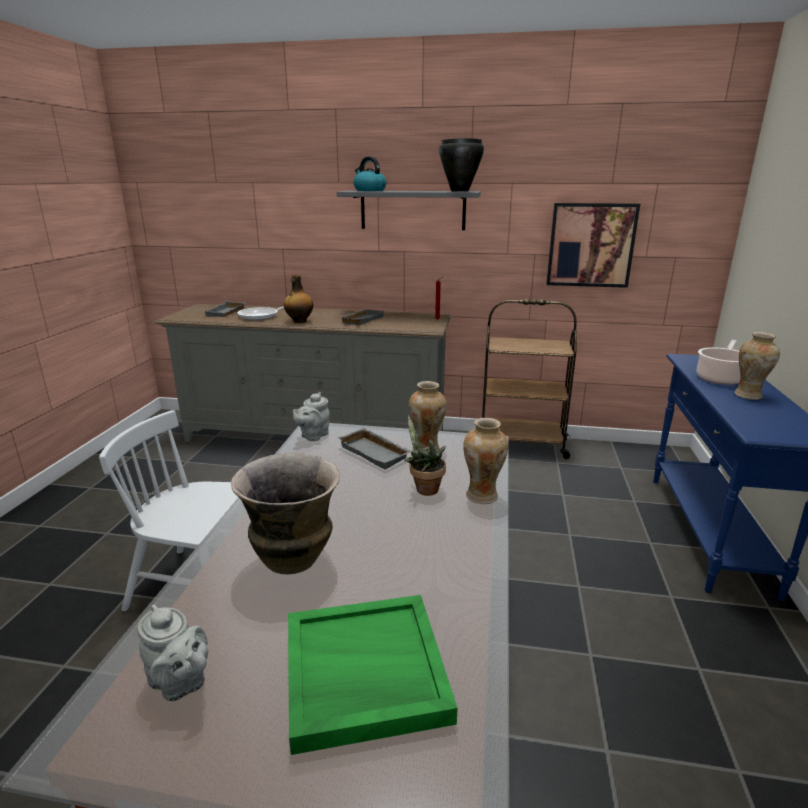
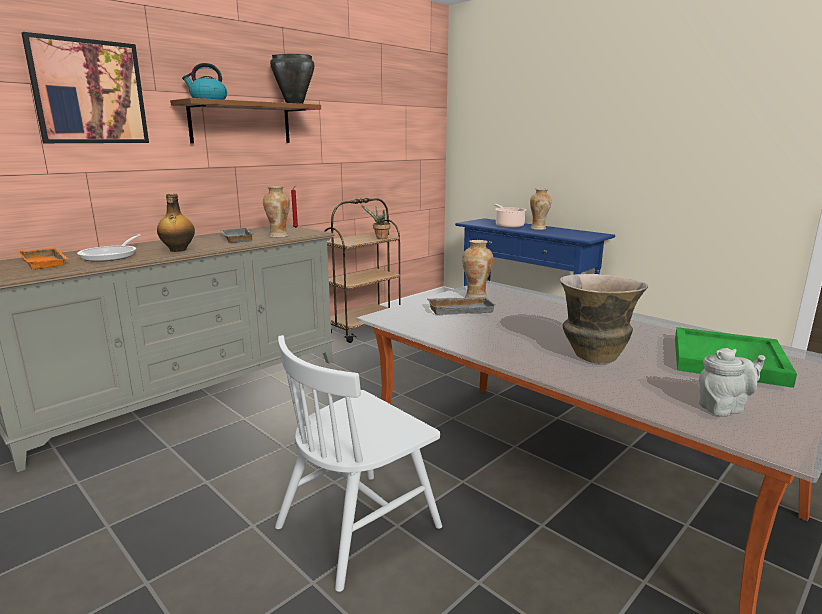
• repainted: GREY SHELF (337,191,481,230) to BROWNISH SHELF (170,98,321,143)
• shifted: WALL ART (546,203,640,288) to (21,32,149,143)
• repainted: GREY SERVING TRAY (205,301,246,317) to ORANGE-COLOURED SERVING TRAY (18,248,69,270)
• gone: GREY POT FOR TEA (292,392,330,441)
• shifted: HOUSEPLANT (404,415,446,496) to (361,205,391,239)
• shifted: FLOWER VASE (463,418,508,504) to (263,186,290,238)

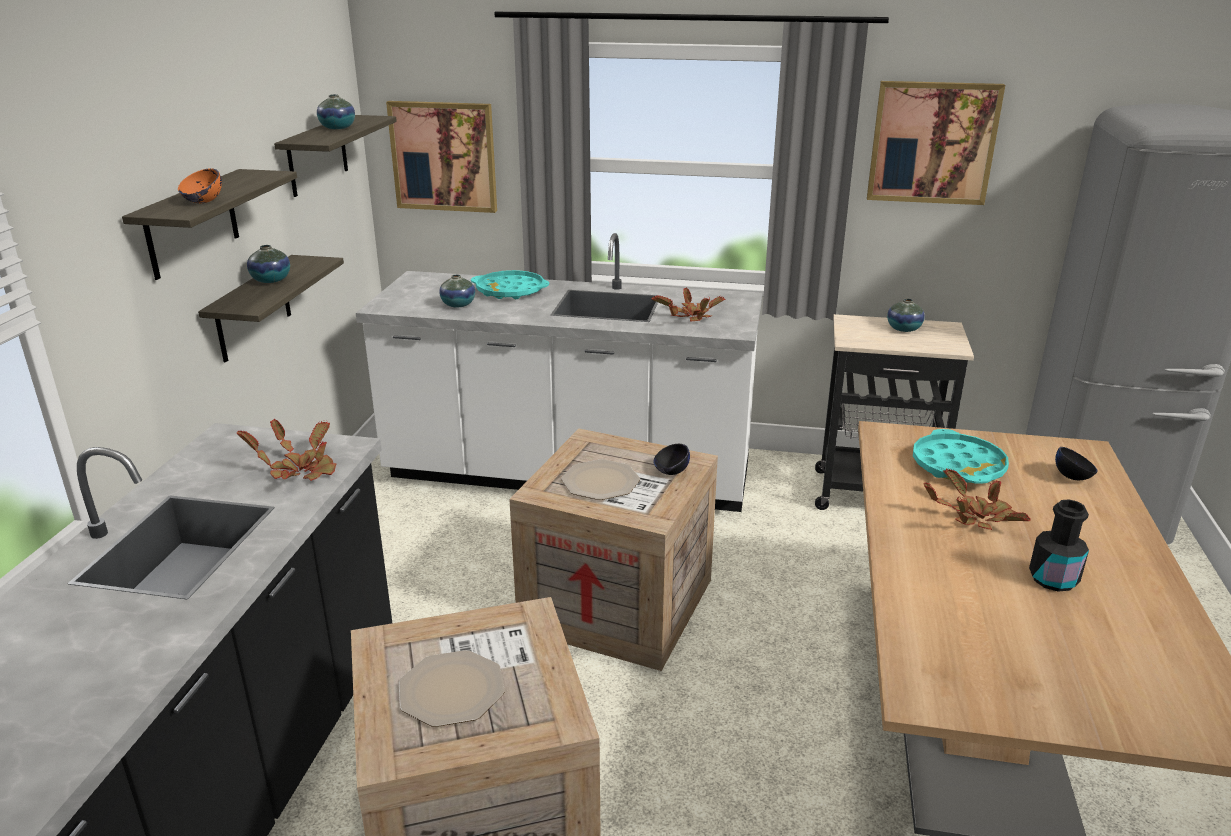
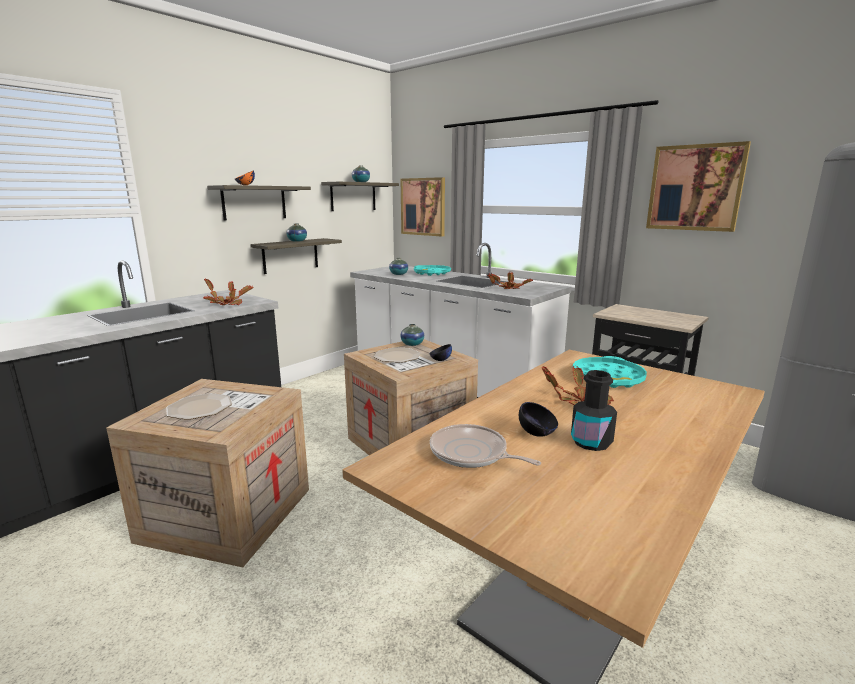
• shifted: FLOWER VASE (887,299,925,332) to (400,324,424,346)
• shifted: BLACK-COLOURED SERVING BOWL (1055,447,1098,480) to (519,402,558,437)
• new: PAN (430,424,541,468)

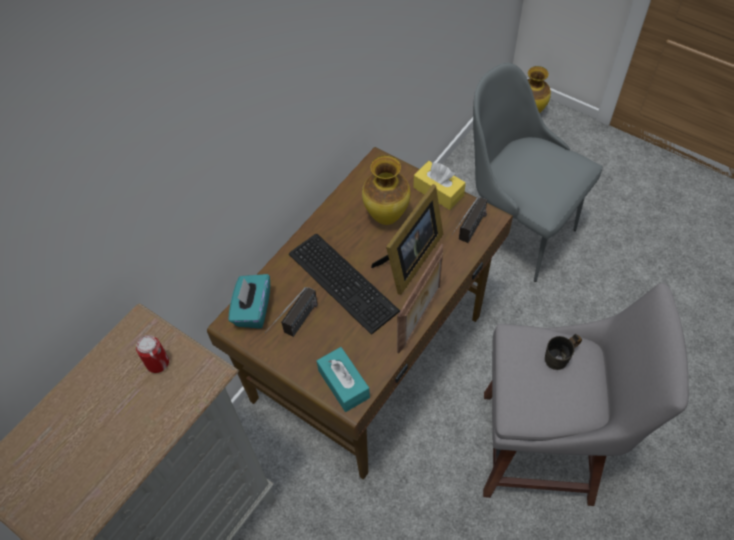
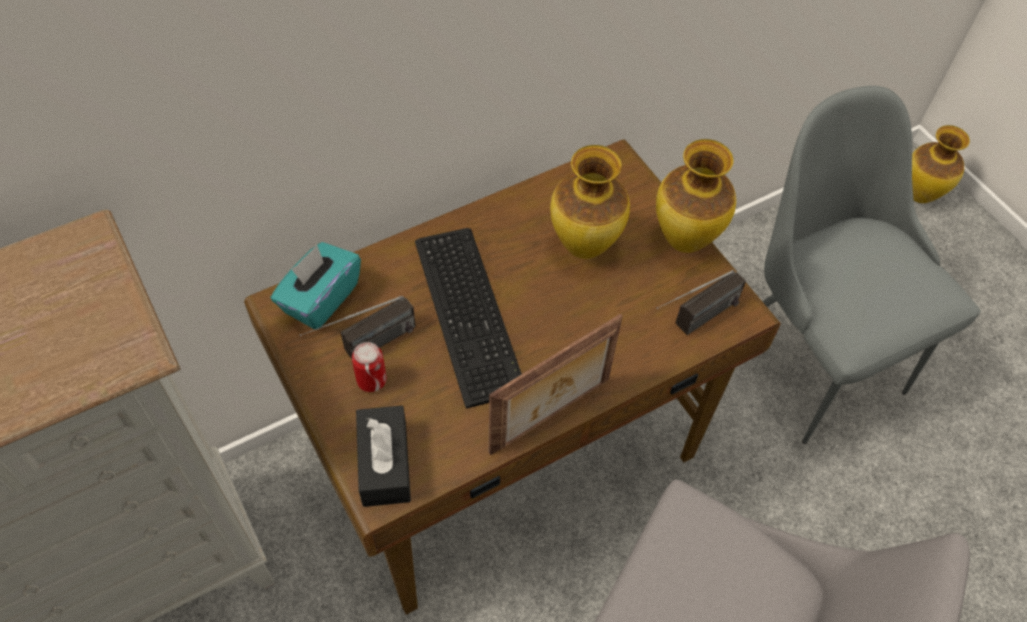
• swapped: YELLOW TISSUE HOLDER (414,161,466,210) to FLOWER VASE (656,139,736,253)
• gone: PHOTO FRAME (371,184,443,295)
• gone: GREY MUG (545,334,582,370)
• shifted: SEALED CAN (136,335,169,373) to (352,342,387,392)
• repainted: TURQUOISE TISSUE HOLDER (317,347,370,412) to BLACK-COLOURED TISSUE HOLDER (356,406,411,507)

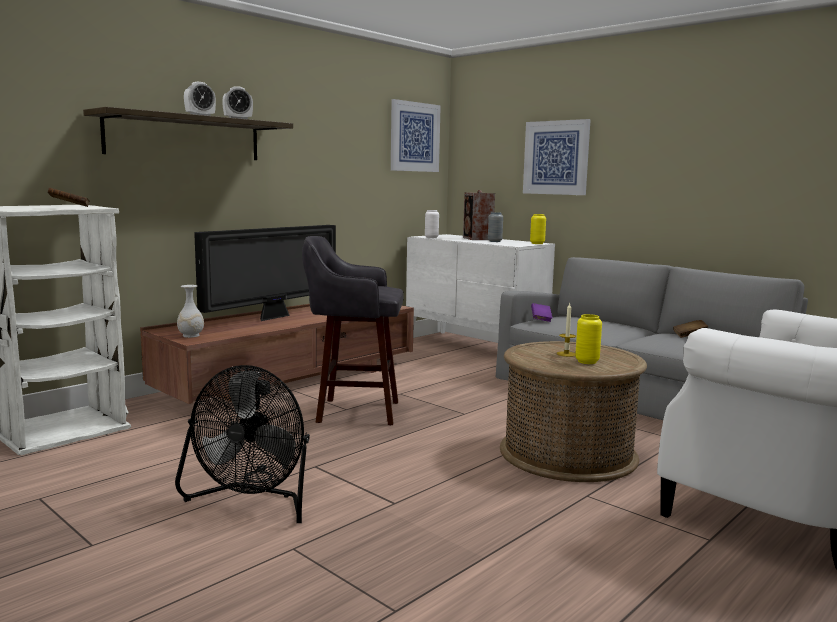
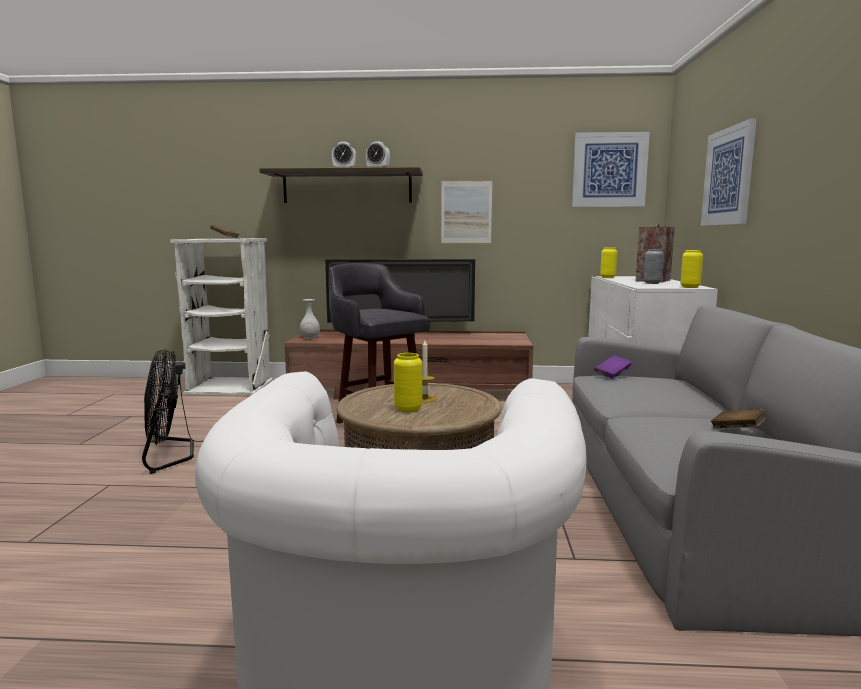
• repainted: WHITE FLOWER VASE (425,210,439,238) to YELLOW FLOWER VASE (600,247,617,278)
• new: WALL ART (441,180,492,244)

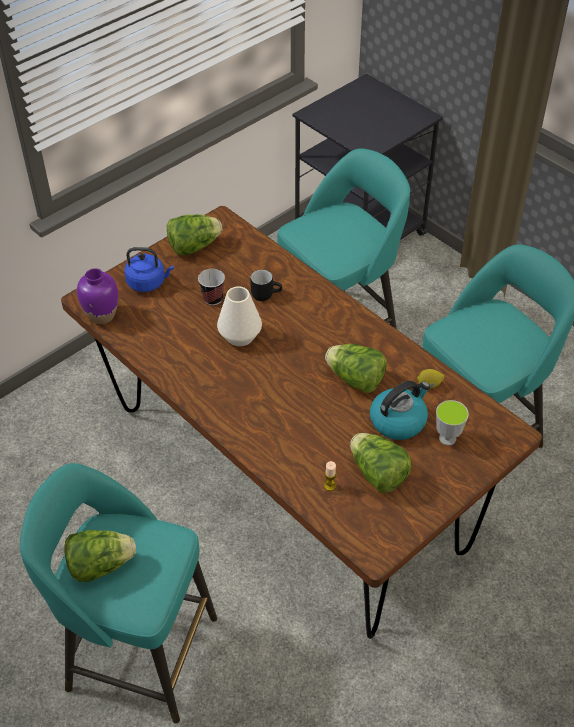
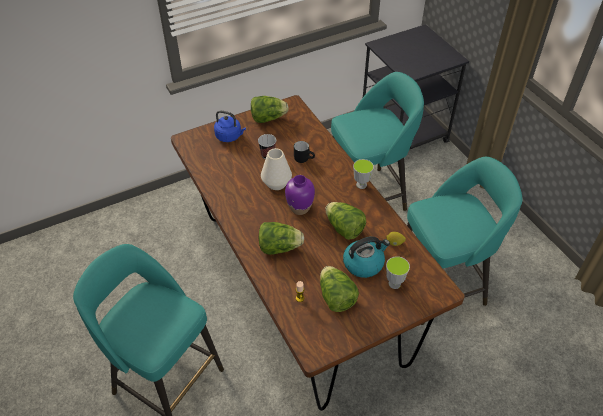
• shifted: PURPLE-COLOURED FLOWER VASE (77,268,118,324) to (285,175,315,215)
• shifted: LETTUCE (64,530,136,582) to (259,222,304,255)
• new: CUP (353,159,374,189)

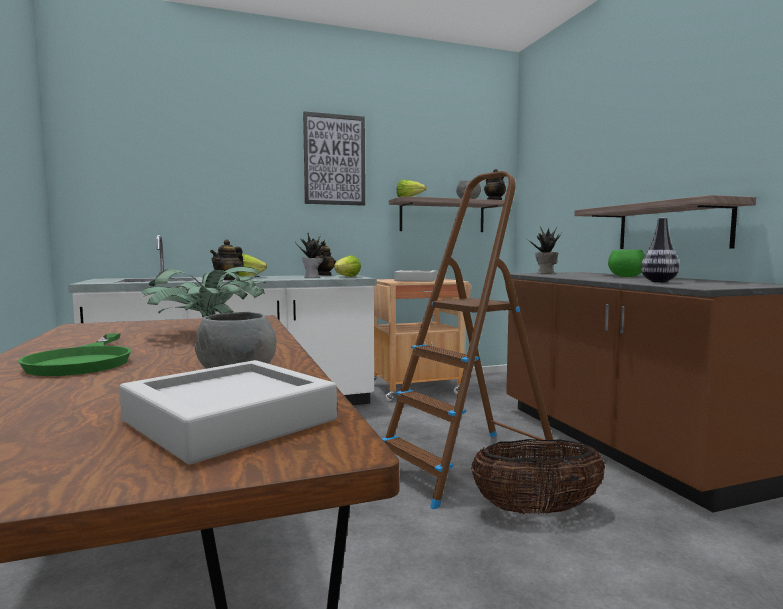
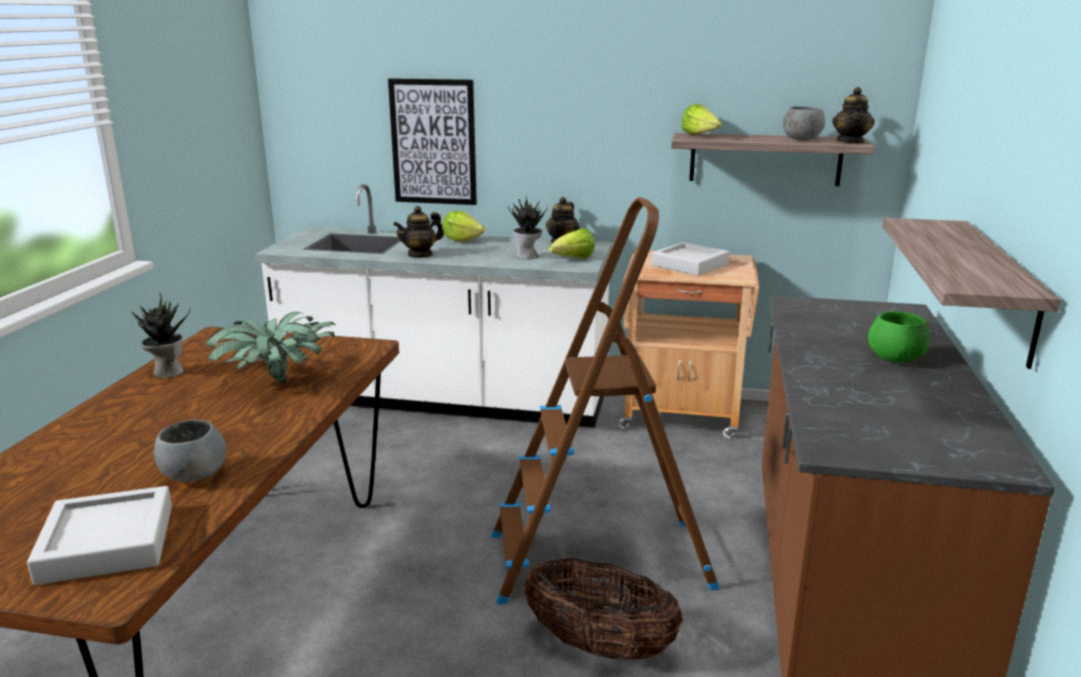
• shifted: WALL ART (303,111,365,206) to (388,78,477,205)
• gone: FLOWER VASE (641,218,680,282)
• shifted: HOUSEPLANT (527,226,562,274) to (131,293,190,378)
• gone: GREEN PAN (18,333,131,376)

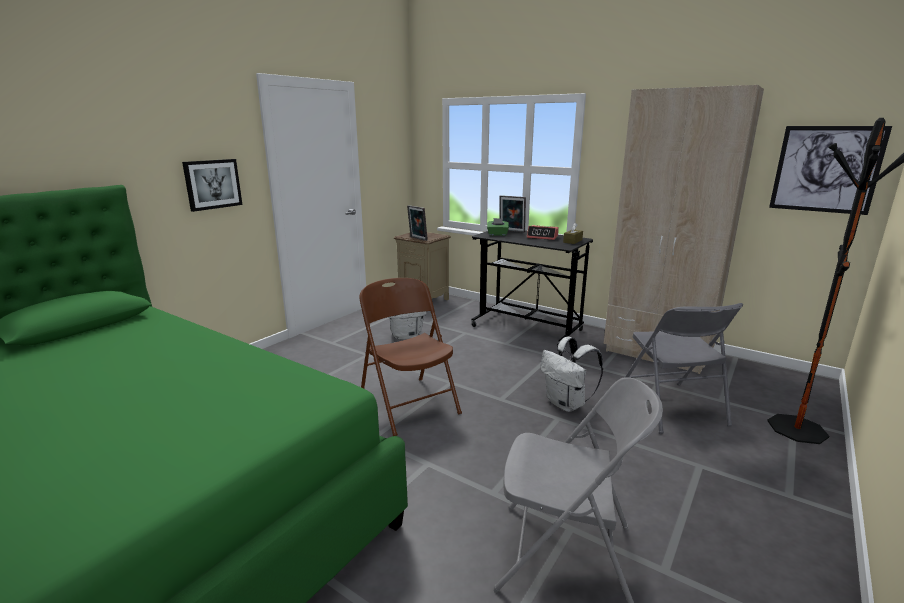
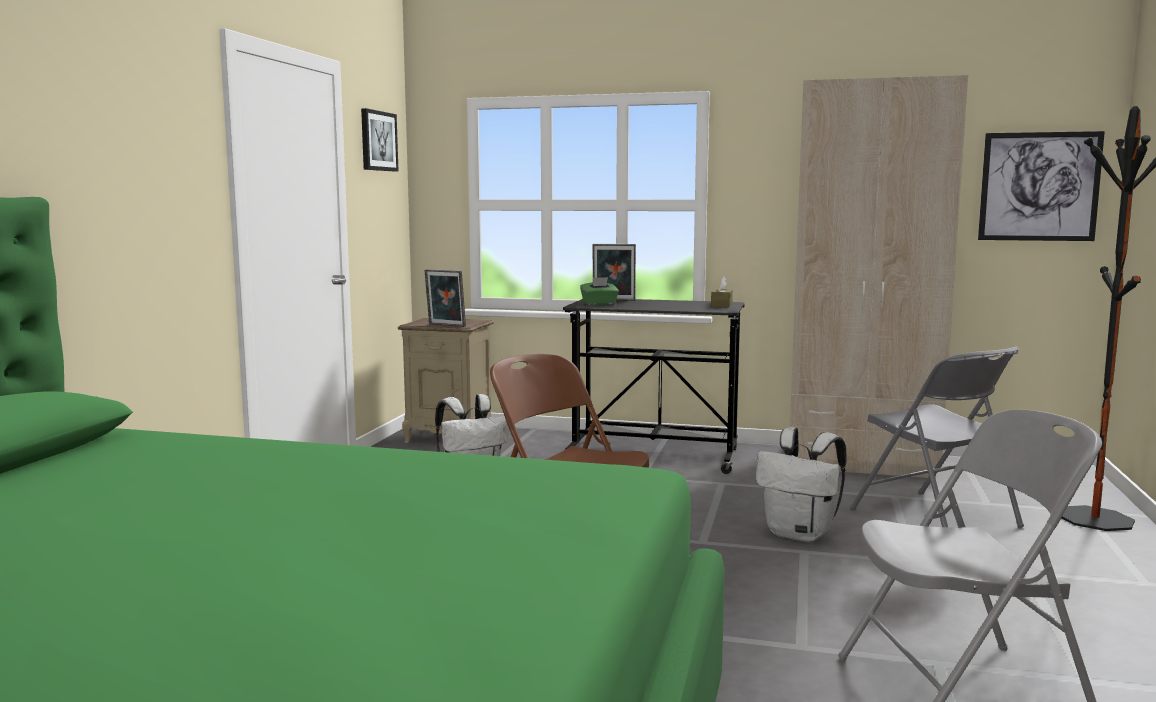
• shifted: WALL ART (182,159,242,212) to (361,108,399,171)
• gone: ALARM CLOCK (527,225,559,240)

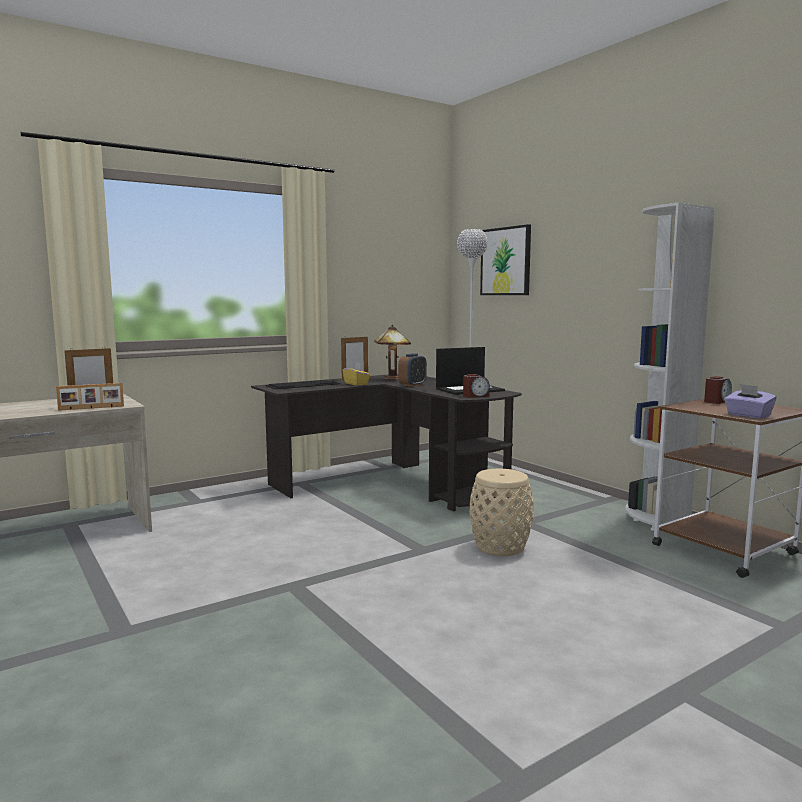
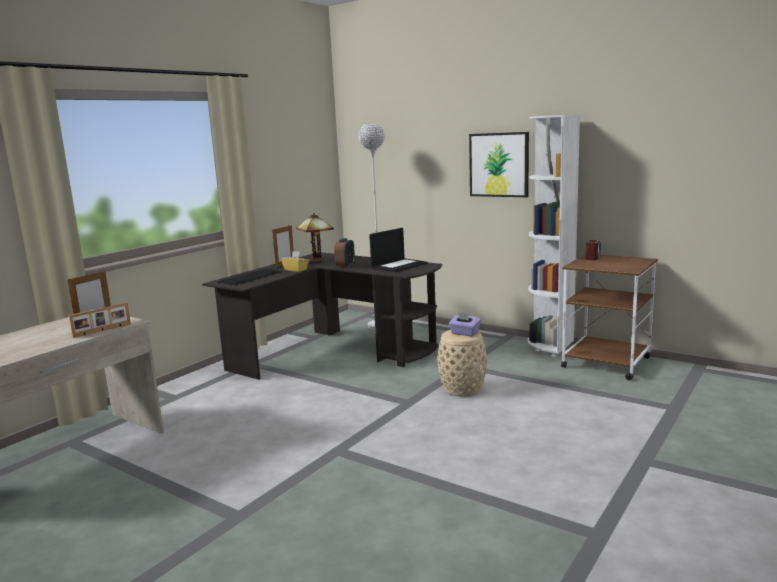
• shifted: WALL ART (480,224,531,295) to (469,132,529,197)
• gone: ALARM CLOCK (463,374,490,398)
• shifted: PURPLE-COLOURED TISSUE HOLDER (724,384,777,419) to (449,313,481,337)

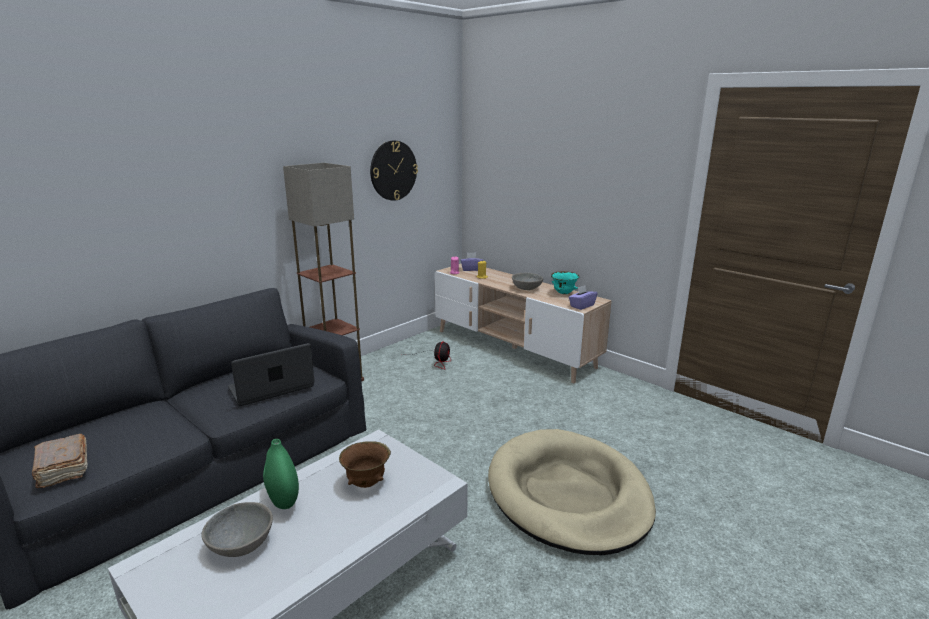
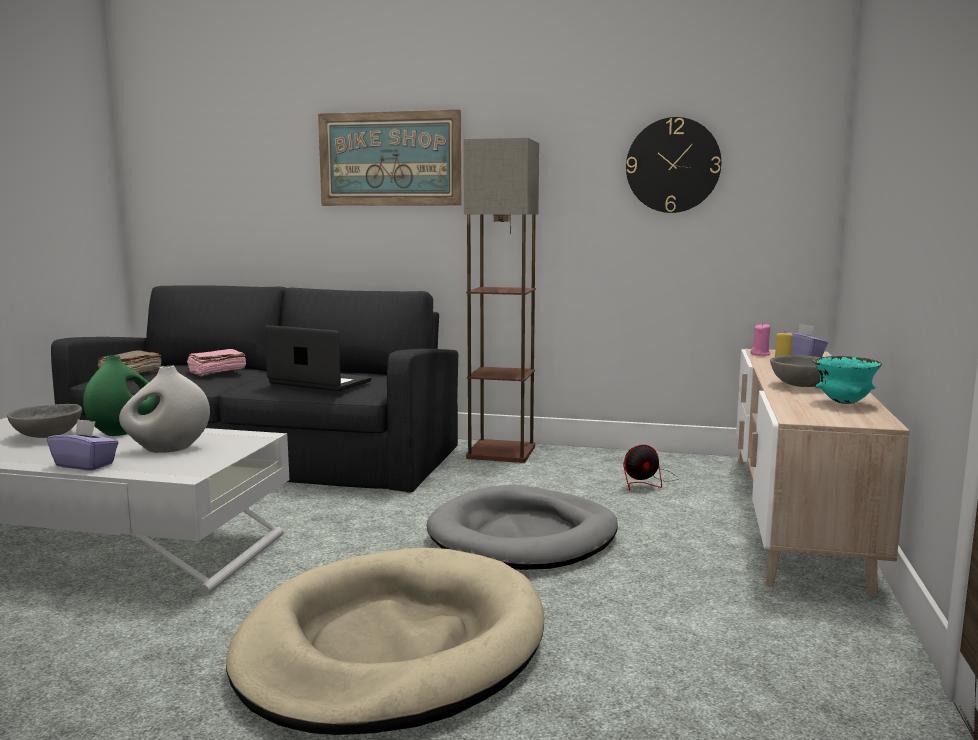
• shifted: PURPLE-COLOURED TISSUE HOLDER (569,285,598,310) to (47,419,119,471)
• swapped: BROWNISH SERVING BOWL (339,441,391,488) to WHITE FLOWER VASE (119,366,210,453)
• new: WALL ART (318,110,461,206)
• new: PINKISH BOOK (187,349,246,376)
• new: GREY PET BED (427,485,618,570)

